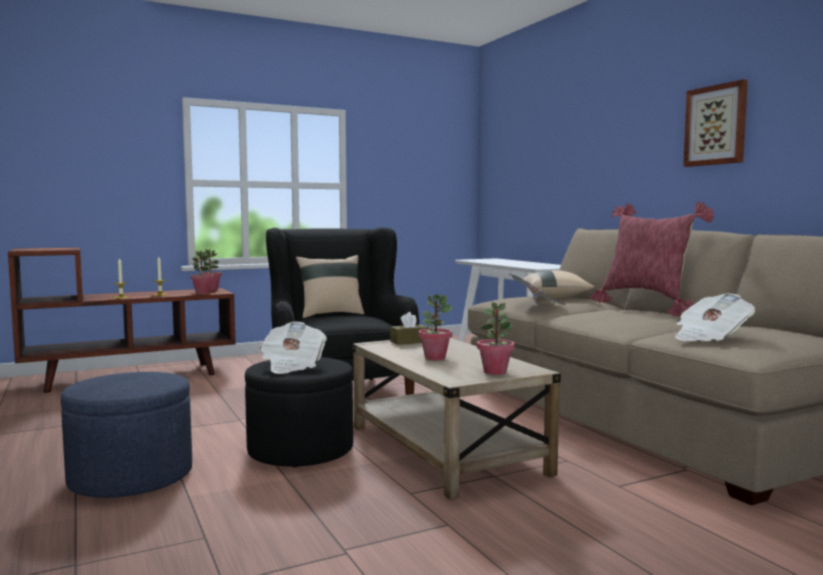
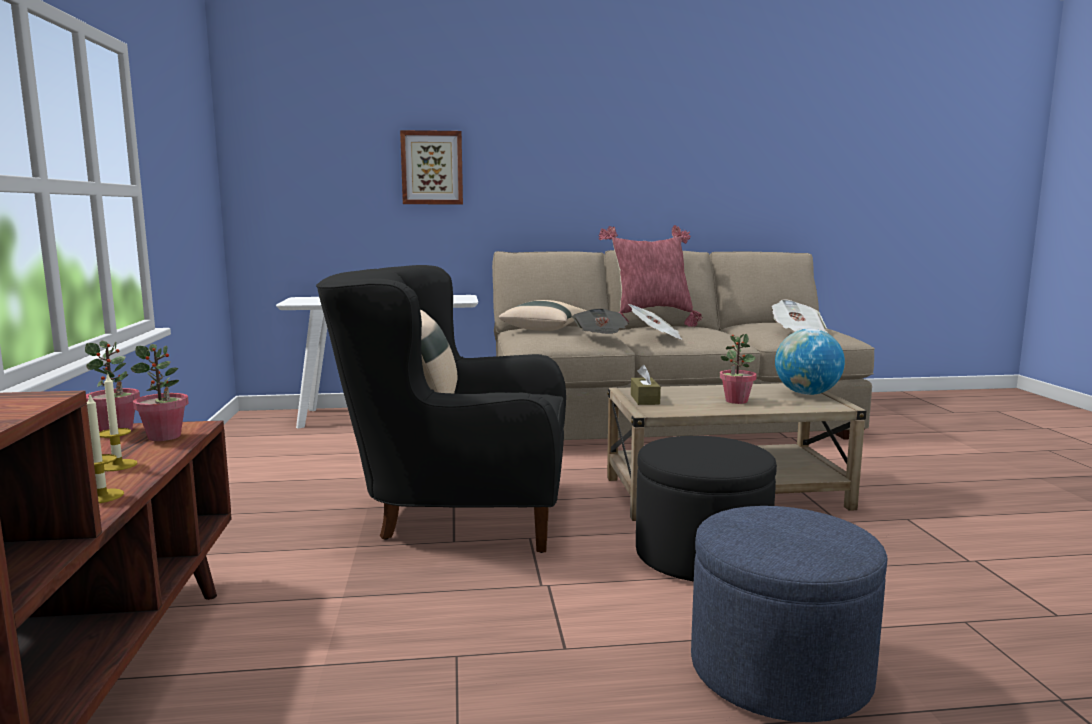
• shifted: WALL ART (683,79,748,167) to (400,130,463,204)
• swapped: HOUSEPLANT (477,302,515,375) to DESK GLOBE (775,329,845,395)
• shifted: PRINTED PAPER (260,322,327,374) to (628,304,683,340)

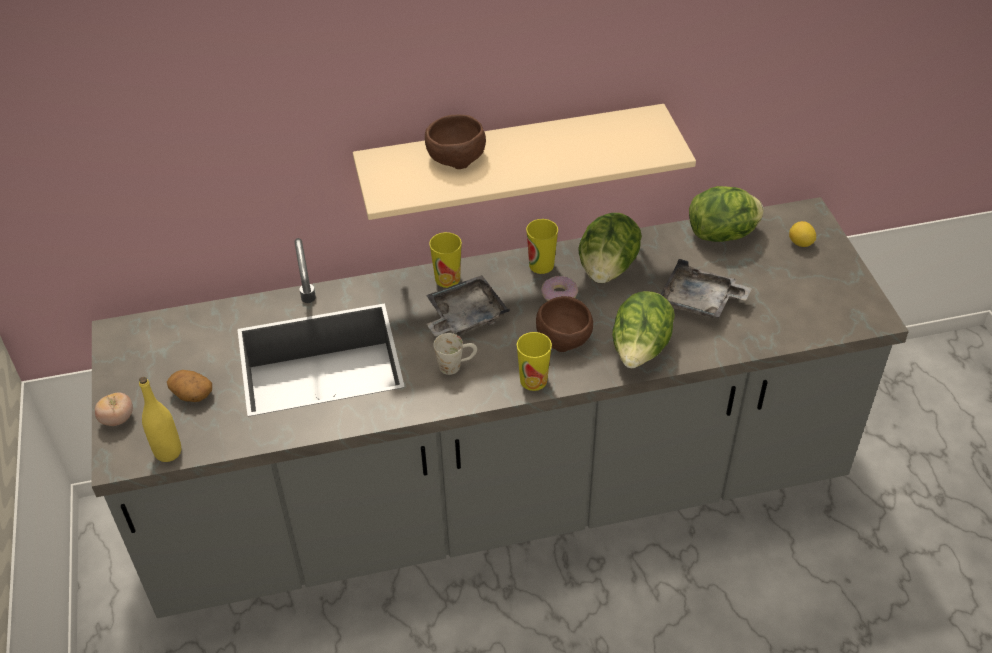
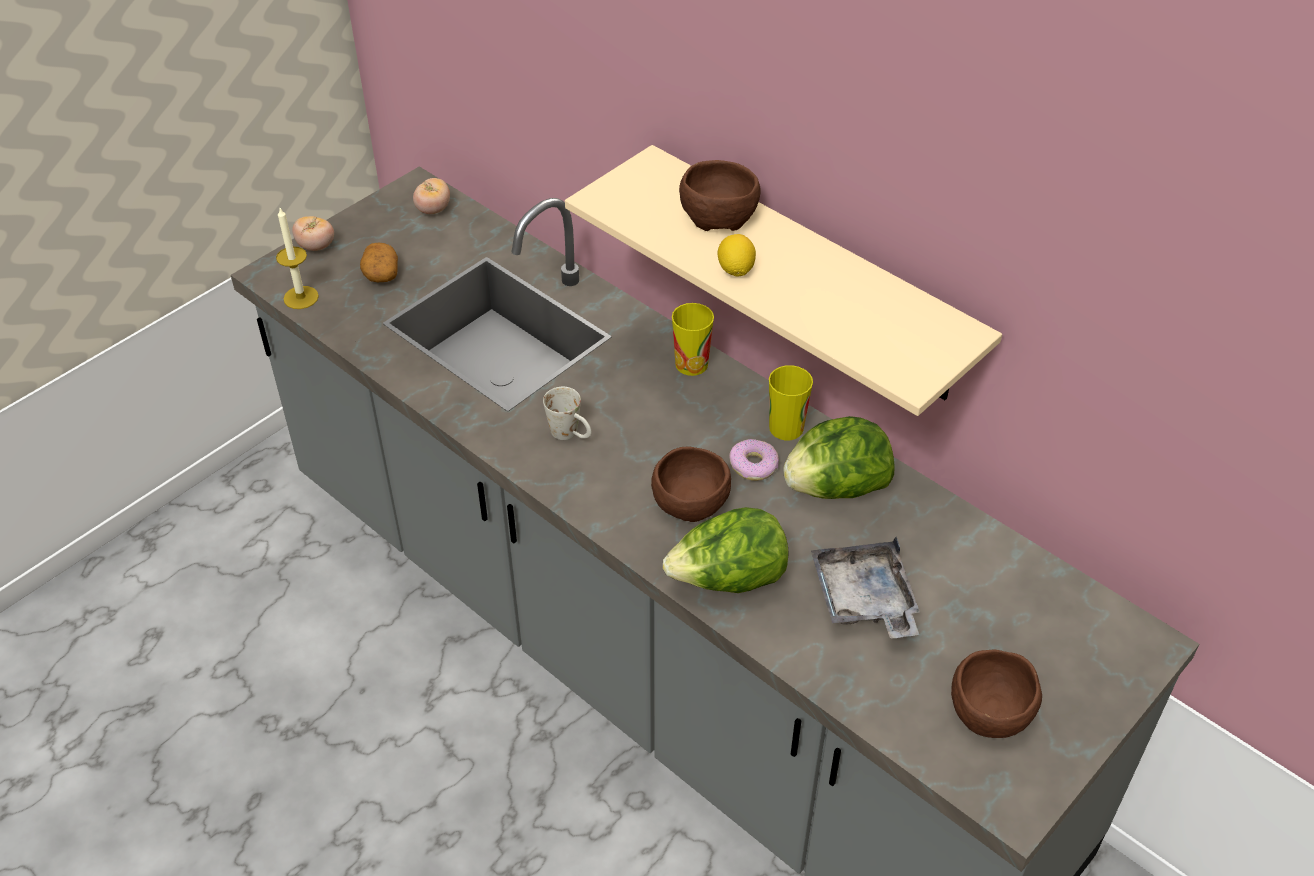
• gone: LETTUCE (689,186,764,242)
• shifted: LEMON (789,221,816,247) to (718,234,756,277)
• gone: GREY SERVING TRAY (426,275,510,336)
• gone: CUP (517,332,552,391)
• swapped: YELLOW DRINK BOTTLE (139,377,181,462) to WAX LIGHT (276,208,319,309)
• new: WHOLE TOMATO (413,178,450,214)
• new: BROWNISH SERVING BOWL (951,650,1042,738)

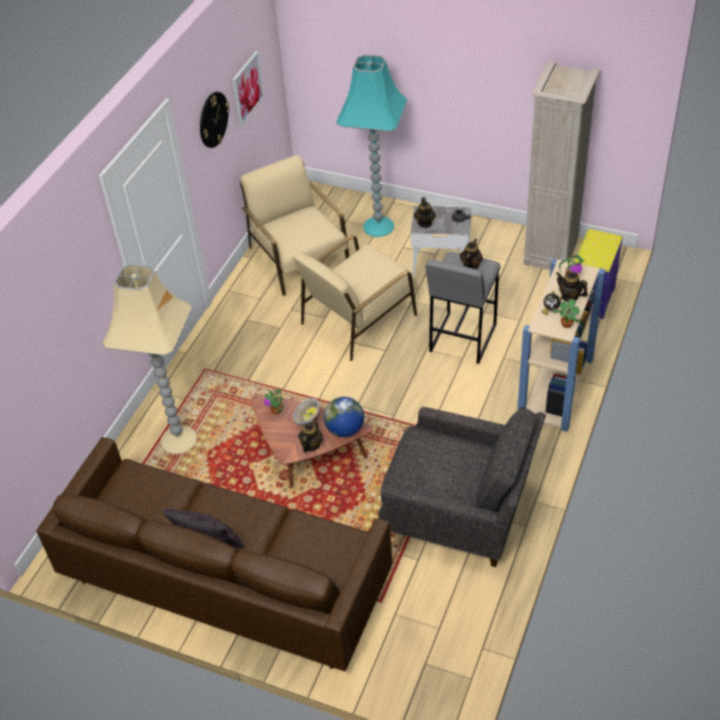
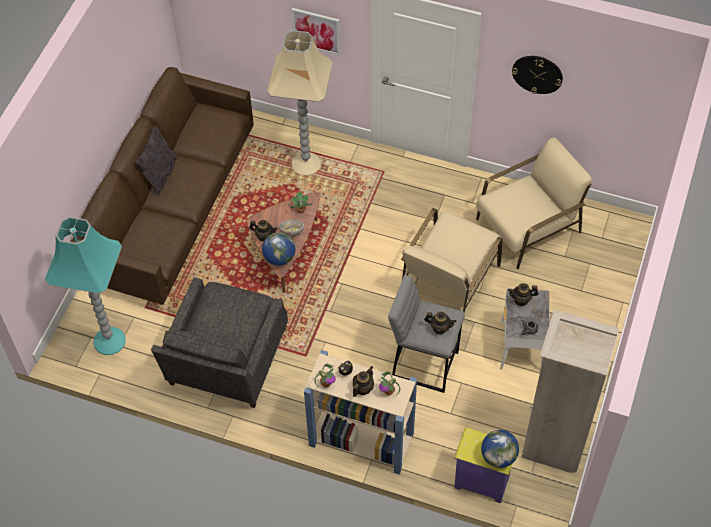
• shifted: WALL ART (232,51,264,125) to (291,8,340,55)
• shifted: TURQUOISE STANDING LAMP (336,54,408,237) to (45,217,126,355)
• rotated: SAND-COLOURED EASY CHAIR (293,235,417,361) = (401,208,503,313) 105 degrees counterclockwise
• new: DESK GLOBE (481,430,519,468)

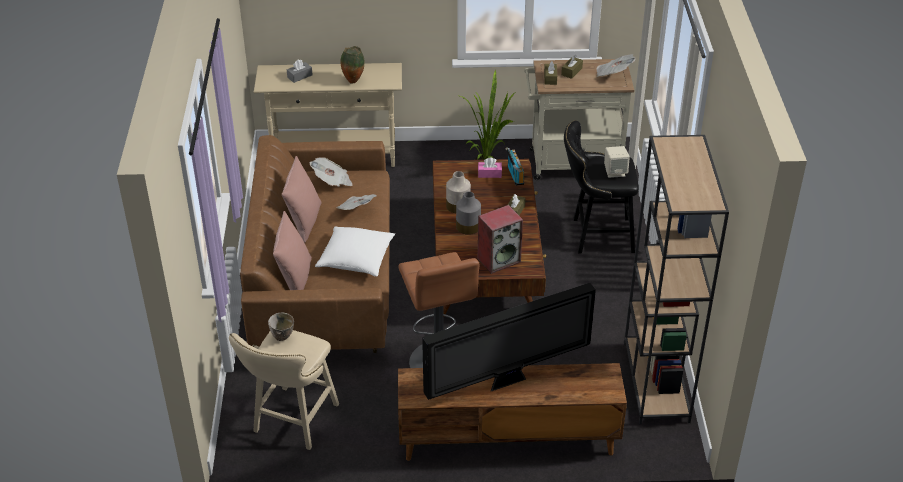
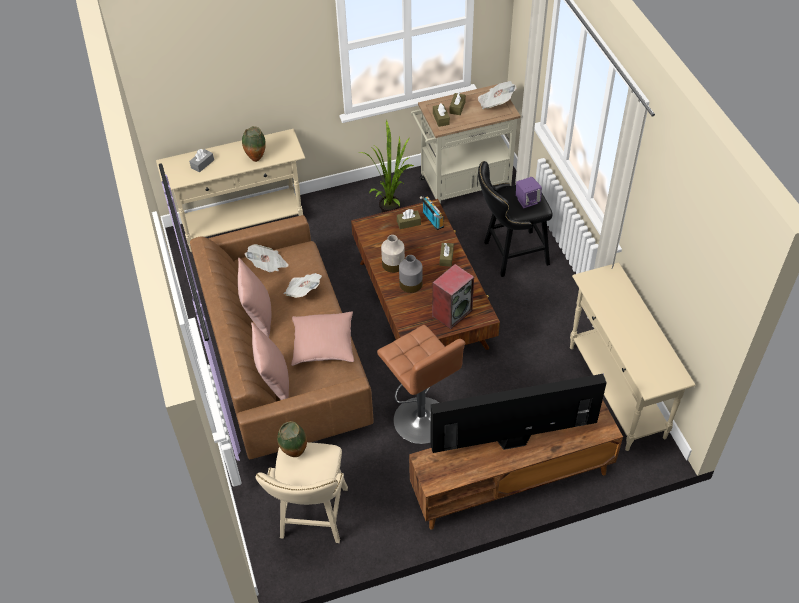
• swapped: SHELVING UNIT (624,135,729,425) to SAND-COLOURED NARROW TABLE (570,262,696,451)
• repainted: SAND-COLOURED SPEAKER (604,146,630,178) to PURPLE-COLOURED SPEAKER (516,177,542,208)
• repainted: PINKISH TISSUE HOLDER (478,157,502,178) to BROWNISH TISSUE HOLDER (397,209,421,229)
• repainted: WHITE PILLOW (315,226,395,277) to PINKISH PILLOW (291,312,354,366)
• rotated: TELEVISION (422,283,596,400) = (430,374,607,453) 150 degrees counterclockwise
• swapped: SERVING BOWL (268,313,294,341) to FLOWER VASE (277,421,307,457)

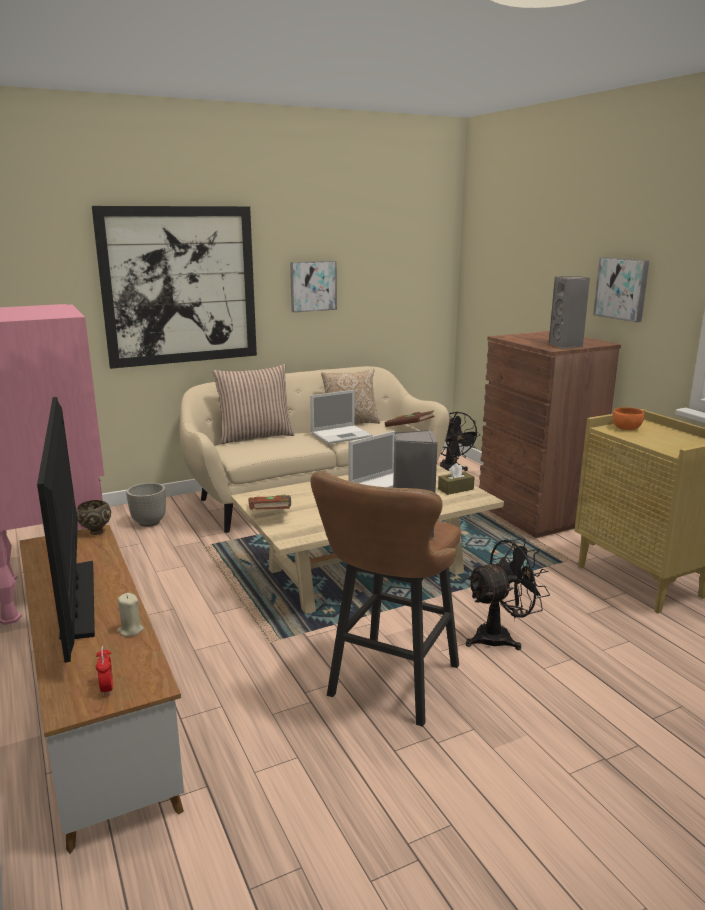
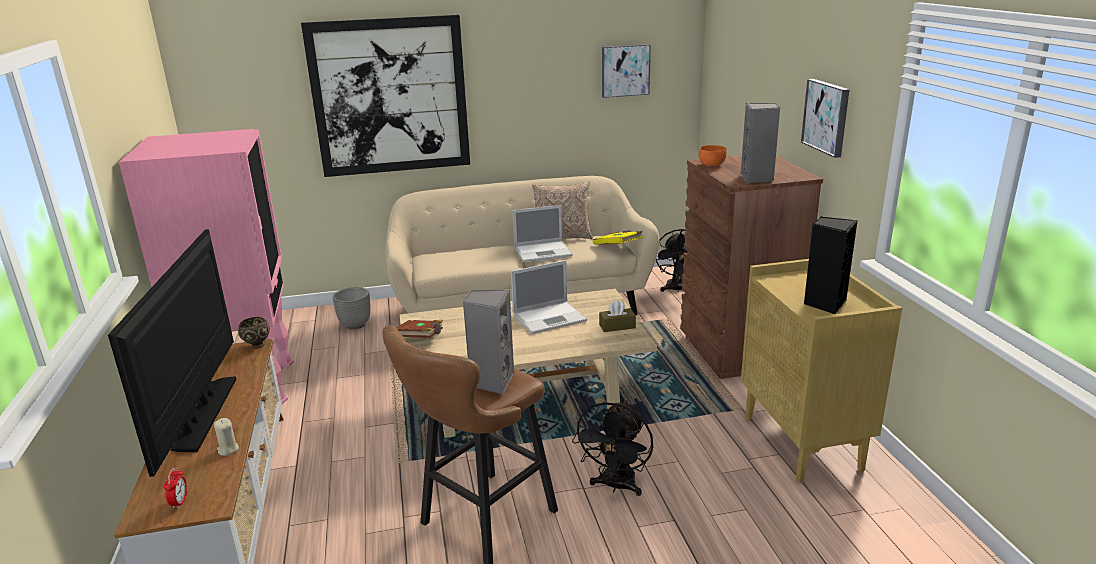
• shifted: WALL ART (290,261,337,312) to (602,44,651,98)
• gone: PILLOW (212,364,294,444)
• shifted: ORANGE-COLOURED SERVING BOWL (612,407,644,430) to (699,145,727,166)
• repainted: BROWNISH BOOK (385,410,434,427) to YELLOW BOOK (593,230,643,244)
• rotated: BLACK-COLOURED COOLING FAN (466,538,550,650) = (572,400,653,496) 120 degrees clockwise
• new: BLACK-COLOURED SPEAKER (804,217,858,314)

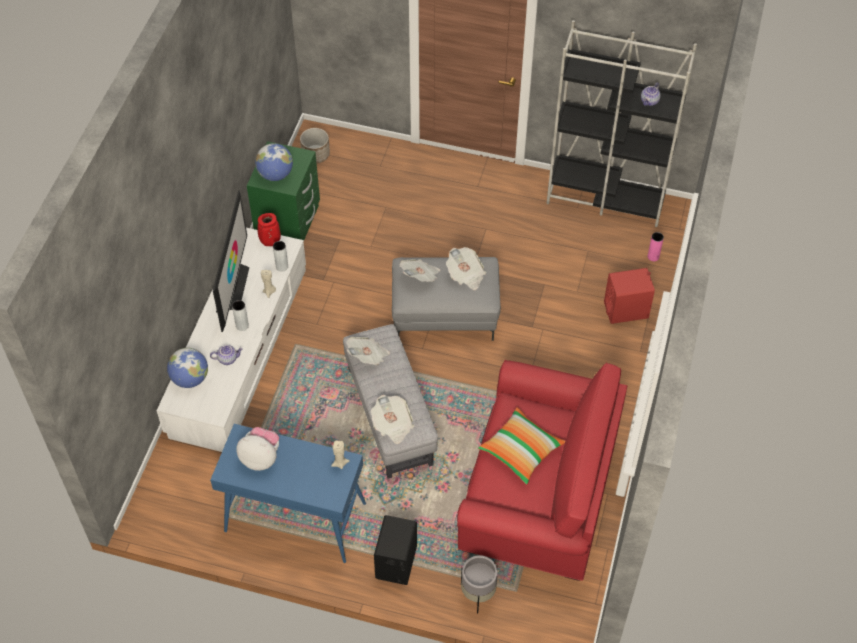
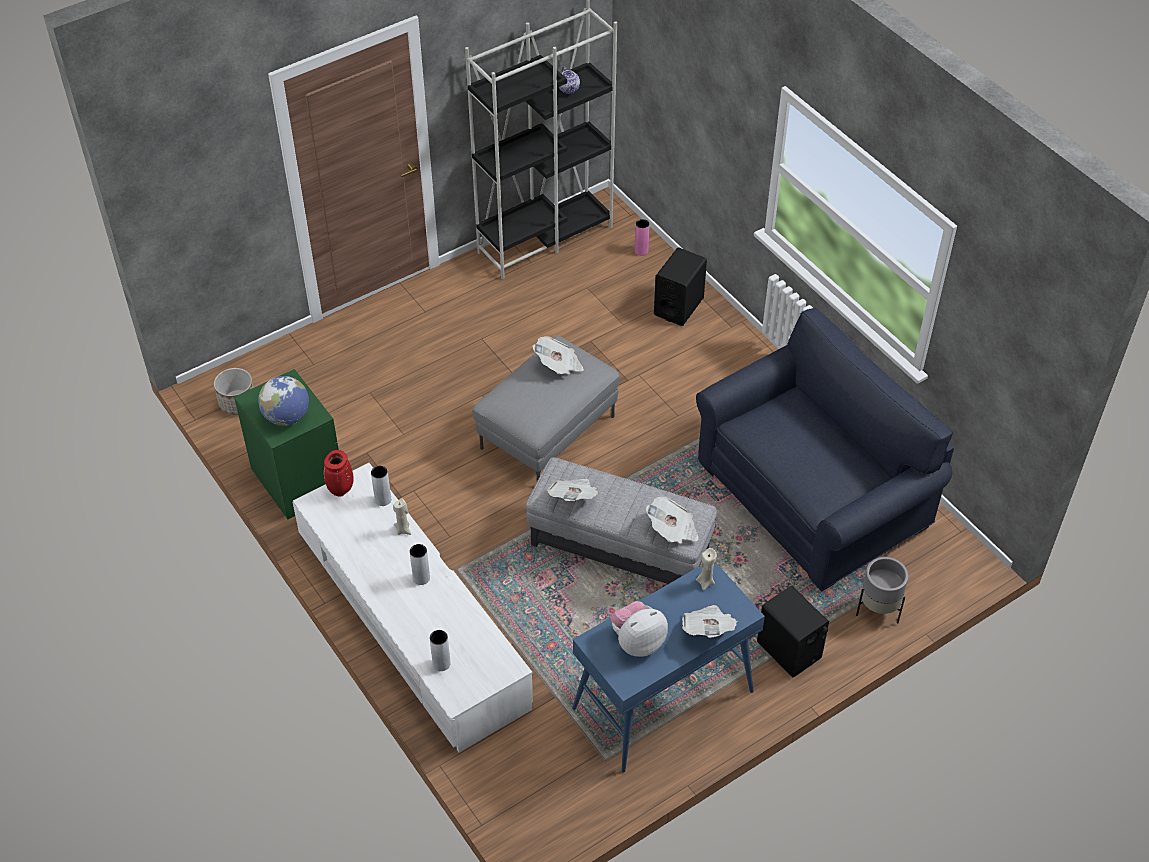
• gone: TELEVISION (213,190,249,332)
• shifted: PRINTED PAPER (400,259,440,282) to (682,605,737,638)
• repainted: RED SPEAKER (604,268,655,324) to BLACK-COLOURED SPEAKER (654,247,707,326)
• gone: POT FOR TEA (210,345,243,365)
• swapped: DESK GLOBE (167,348,208,388) to GREY FLOWER VASE (430,630,451,671)
• repainted: RED SETTEE (457,360,627,581) to BLUE-COLOURED SETTEE (696,308,954,591)
• gone: PILLOW (478,407,565,485)

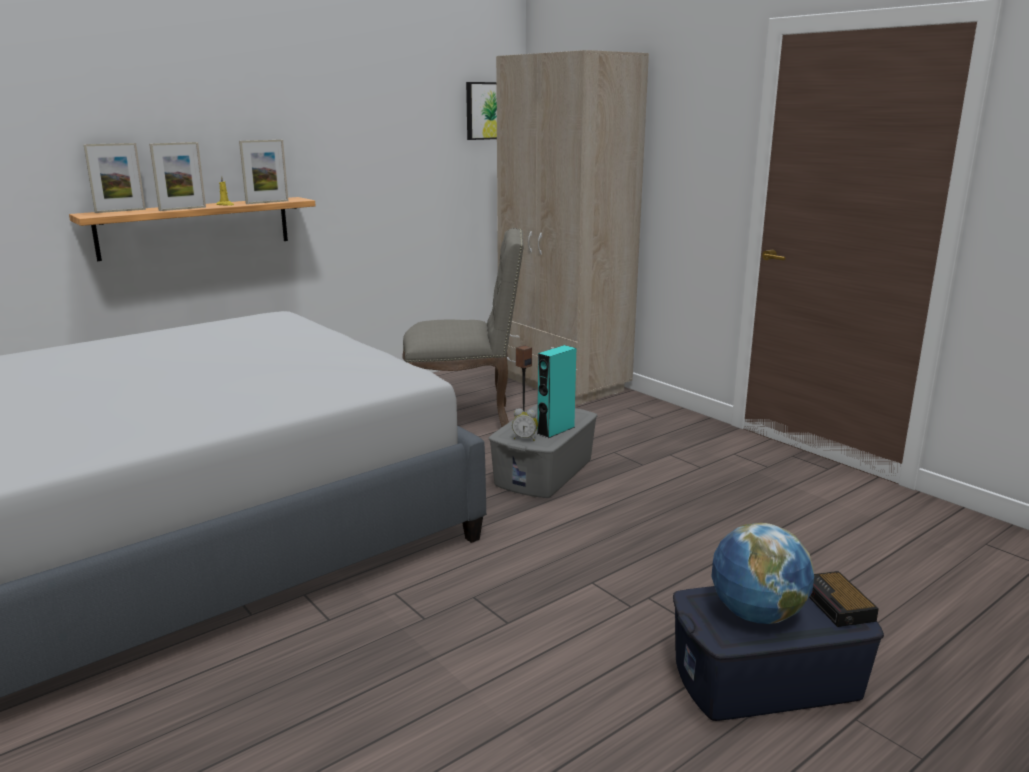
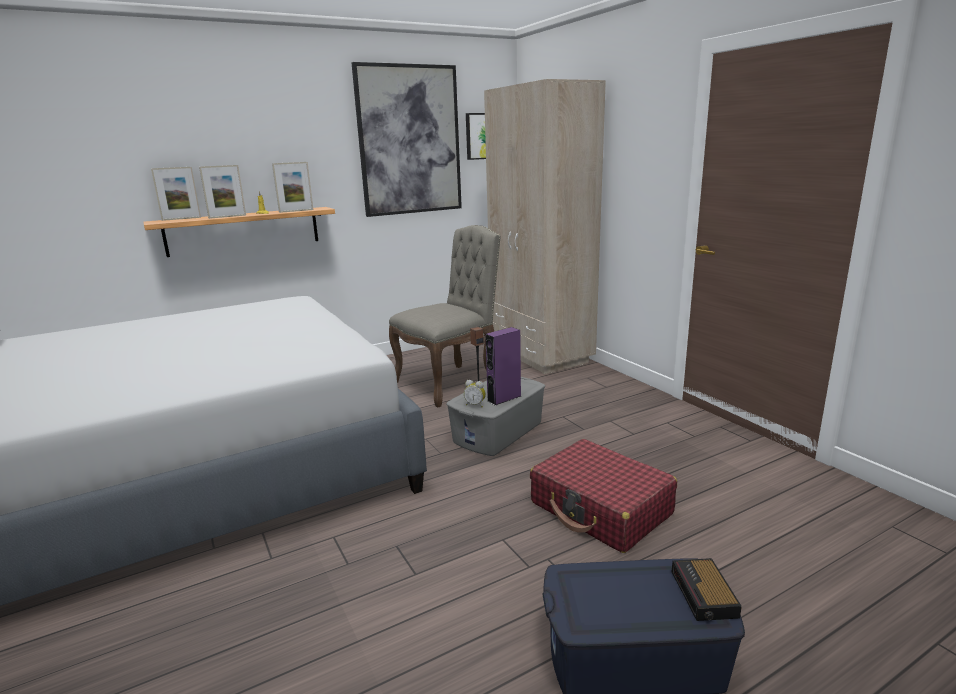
• rotated: GREY UPRIGHT CHAIR (402,228,524,427) = (389,225,501,407) 45 degrees counterclockwise
• repainted: TURQUOISE SPEAKER (537,345,576,438) to PURPLE-COLOURED SPEAKER (485,327,521,405)
• gone: DESK GLOBE (711,523,814,624)
• new: WALL ART (352,62,462,217)
• new: RED SUITCASE (530,439,677,553)

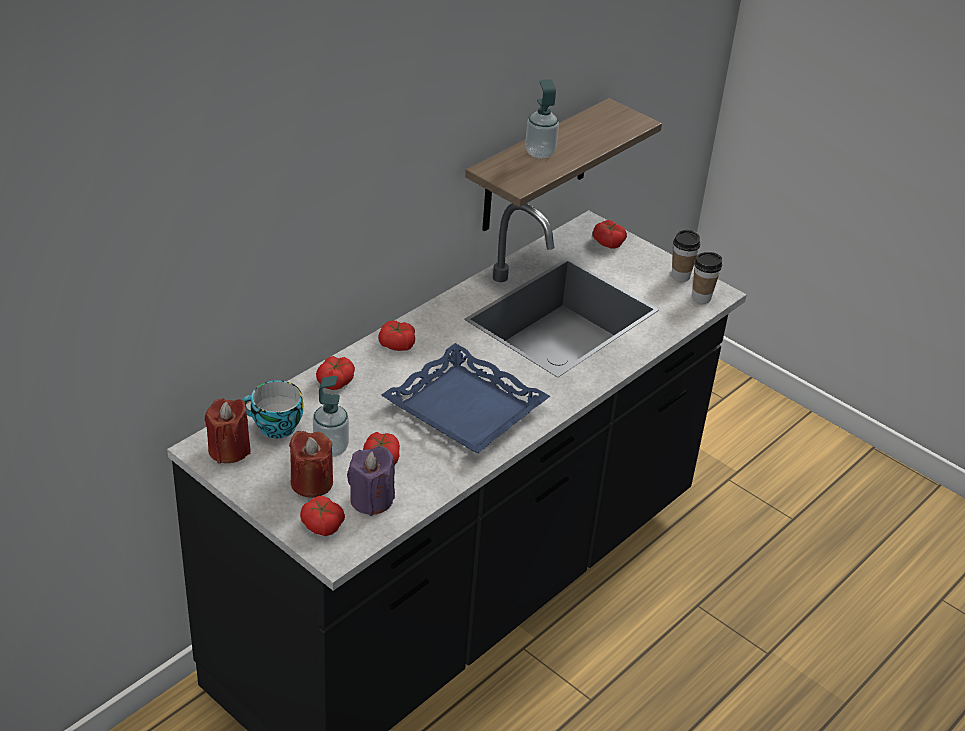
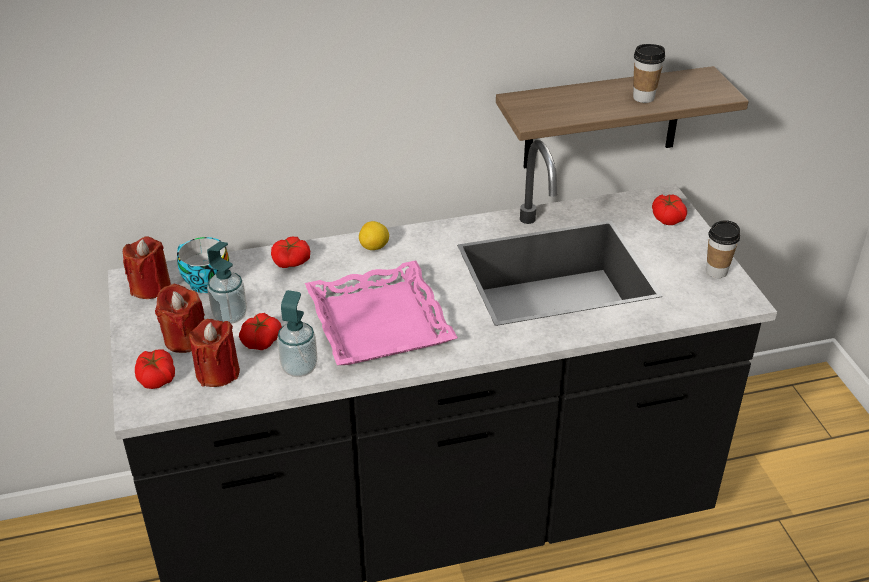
• shifted: SOAP BOTTLE (525,79,559,159) to (277,290,318,377)
• shifted: CUP (692,252,722,304) to (633,44,665,103)
• swapped: WHOLE TOMATO (378,320,415,351) to LEMON (359,221,389,250)
• repainted: BLUE-COLOURED SERVING TRAY (381,343,550,453) to PINKISH SERVING TRAY (305,261,458,365)
• repainted: PURPLE-COLOURED WAX LIGHT (347,446,395,516) to RED WAX LIGHT (189,319,240,387)

